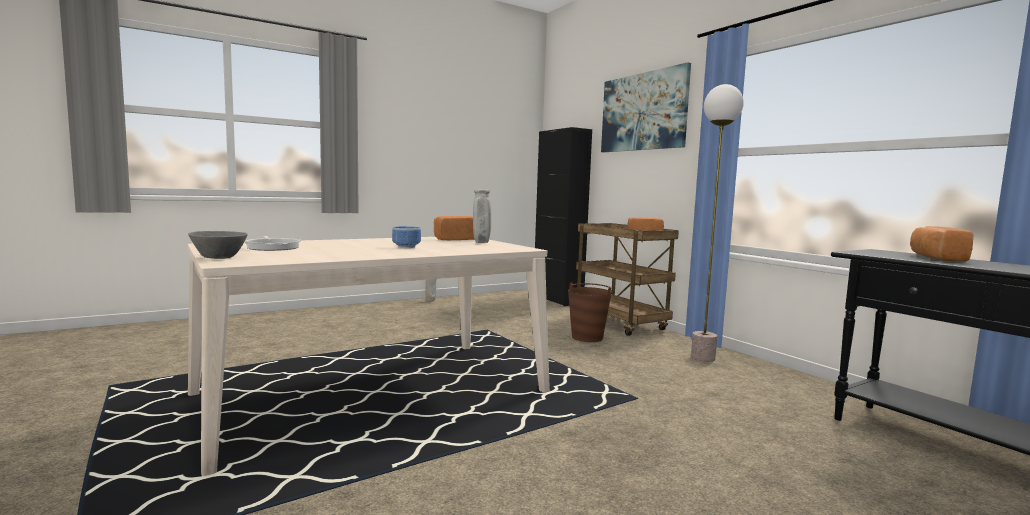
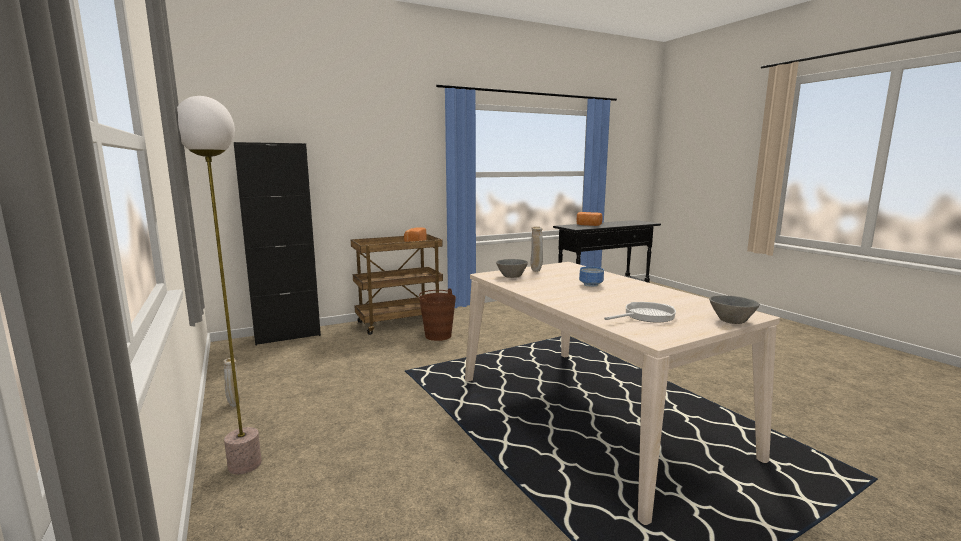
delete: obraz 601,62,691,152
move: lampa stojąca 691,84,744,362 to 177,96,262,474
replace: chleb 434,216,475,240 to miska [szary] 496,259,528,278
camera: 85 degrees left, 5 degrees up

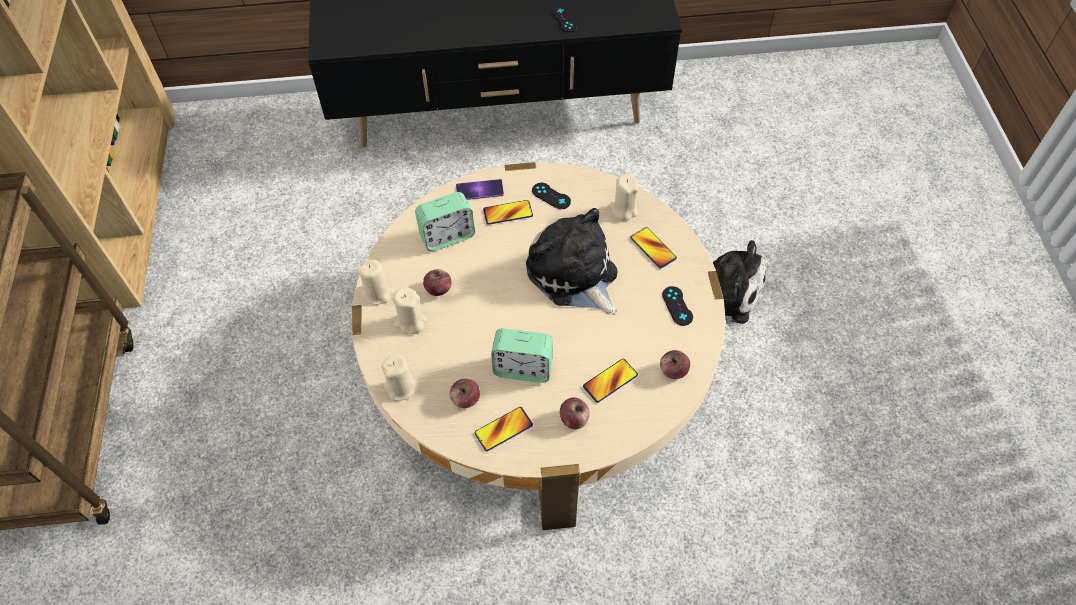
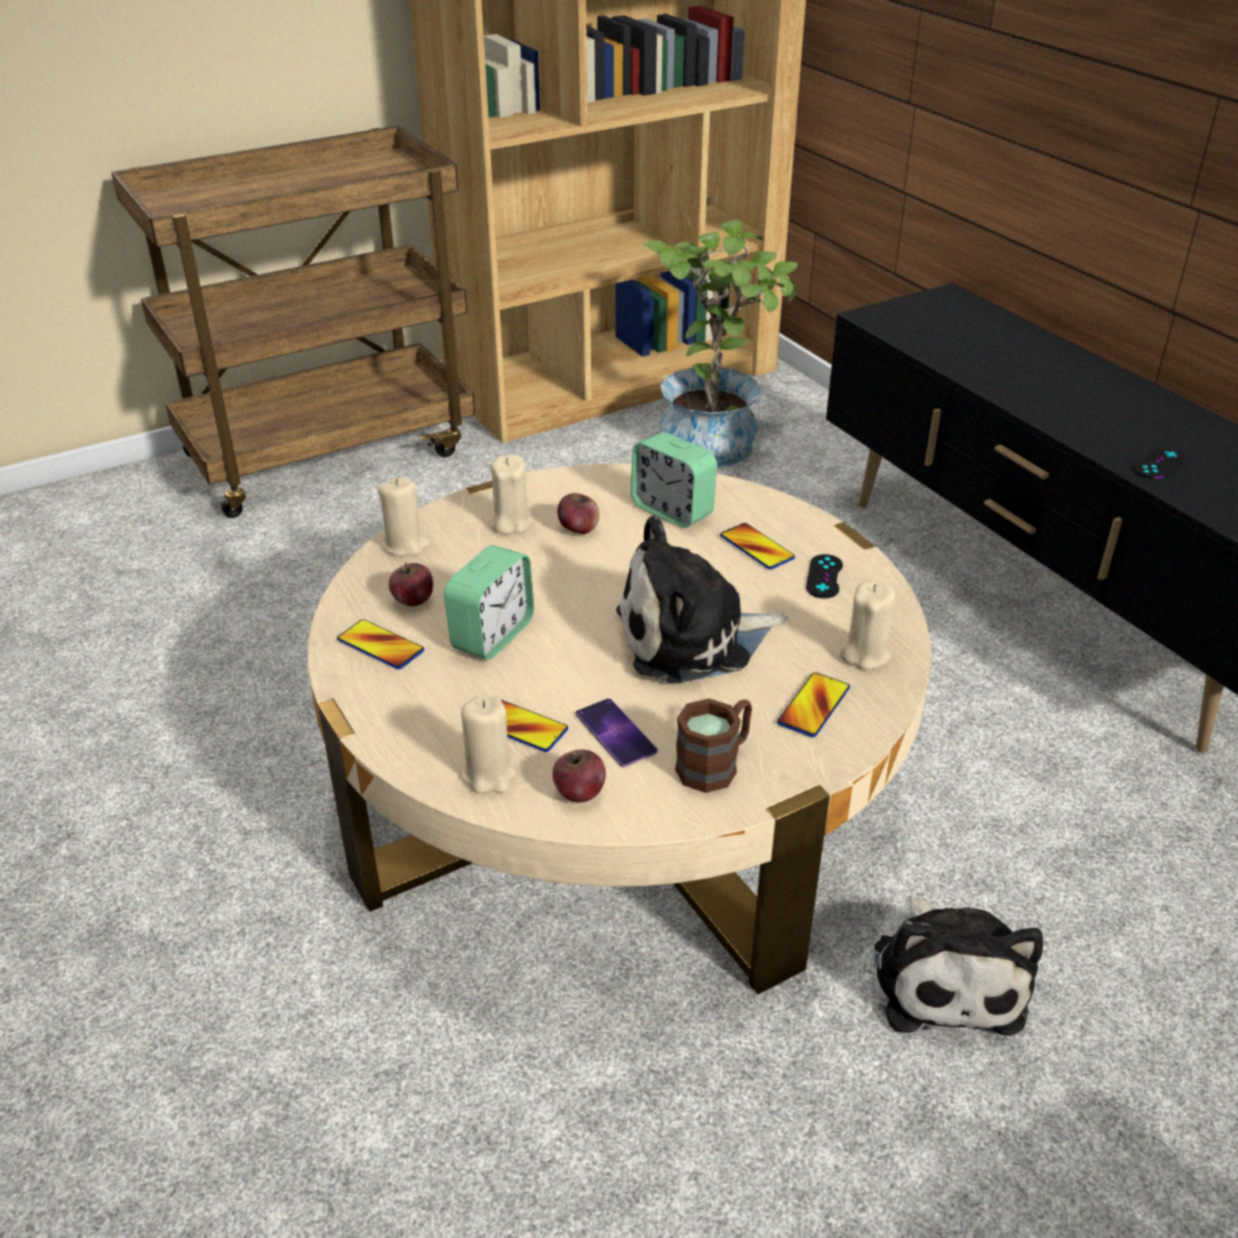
delete: jabłko 560,397,590,429
insert: roślina doniczkowa 643,220,798,467
move: świeca [beżowy] 357,260,394,305 to 461,696,517,794; telefon 456,179,504,200 to 576,699,658,767
replace: pad do gier [czarny] 662,286,693,326 to kubek [brązowy] 675,699,752,793
rotate: budzik 491,328,553,383 = 444,545,534,660 135 degrees counterclockwise; pluszak 526,208,618,315 = 616,515,788,683 135 degrees counterclockwise
camera: 65 degrees right, 20 degrees down

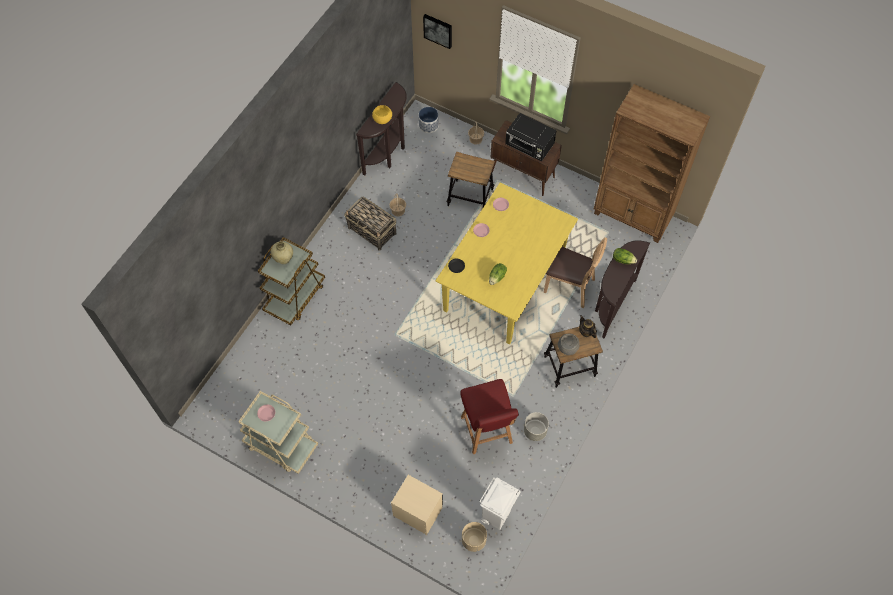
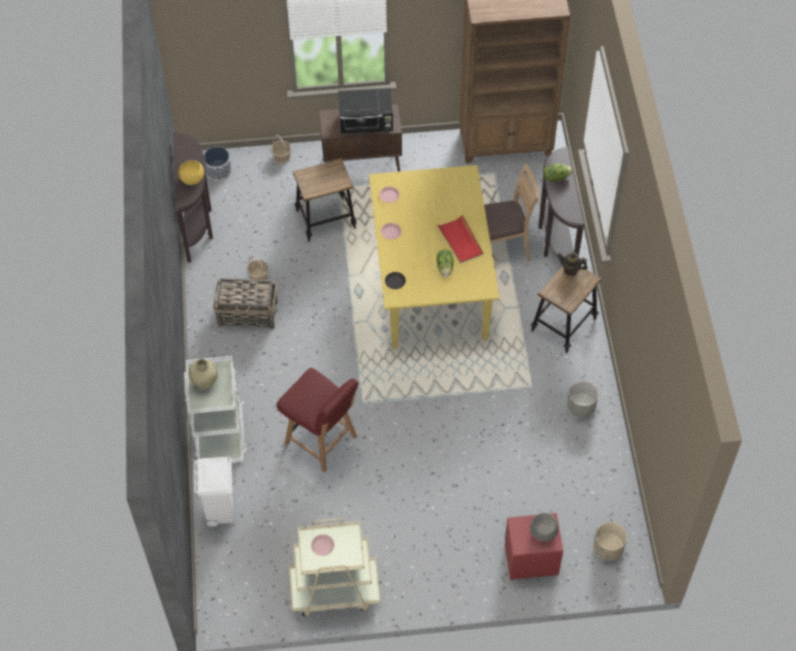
delete: obraz 423,14,452,49
insert: taca [czerwony] 437,215,483,263
move: kosz na śmieci [biały] 479,477,521,530 to 194,457,234,527; krzesło [czerwony] 460,379,519,454 to 277,368,359,473; miska [szary] 558,334,580,355 to 530,513,559,542
recolor: wózek [brązowy] 258,237,325,325 to wózek [biały] 184,356,247,463; szafka nocna [beżowy] 391,475,443,535 to szafka nocna [czerwony] 505,513,563,580
camera: 35 degrees left, 5 degrees down

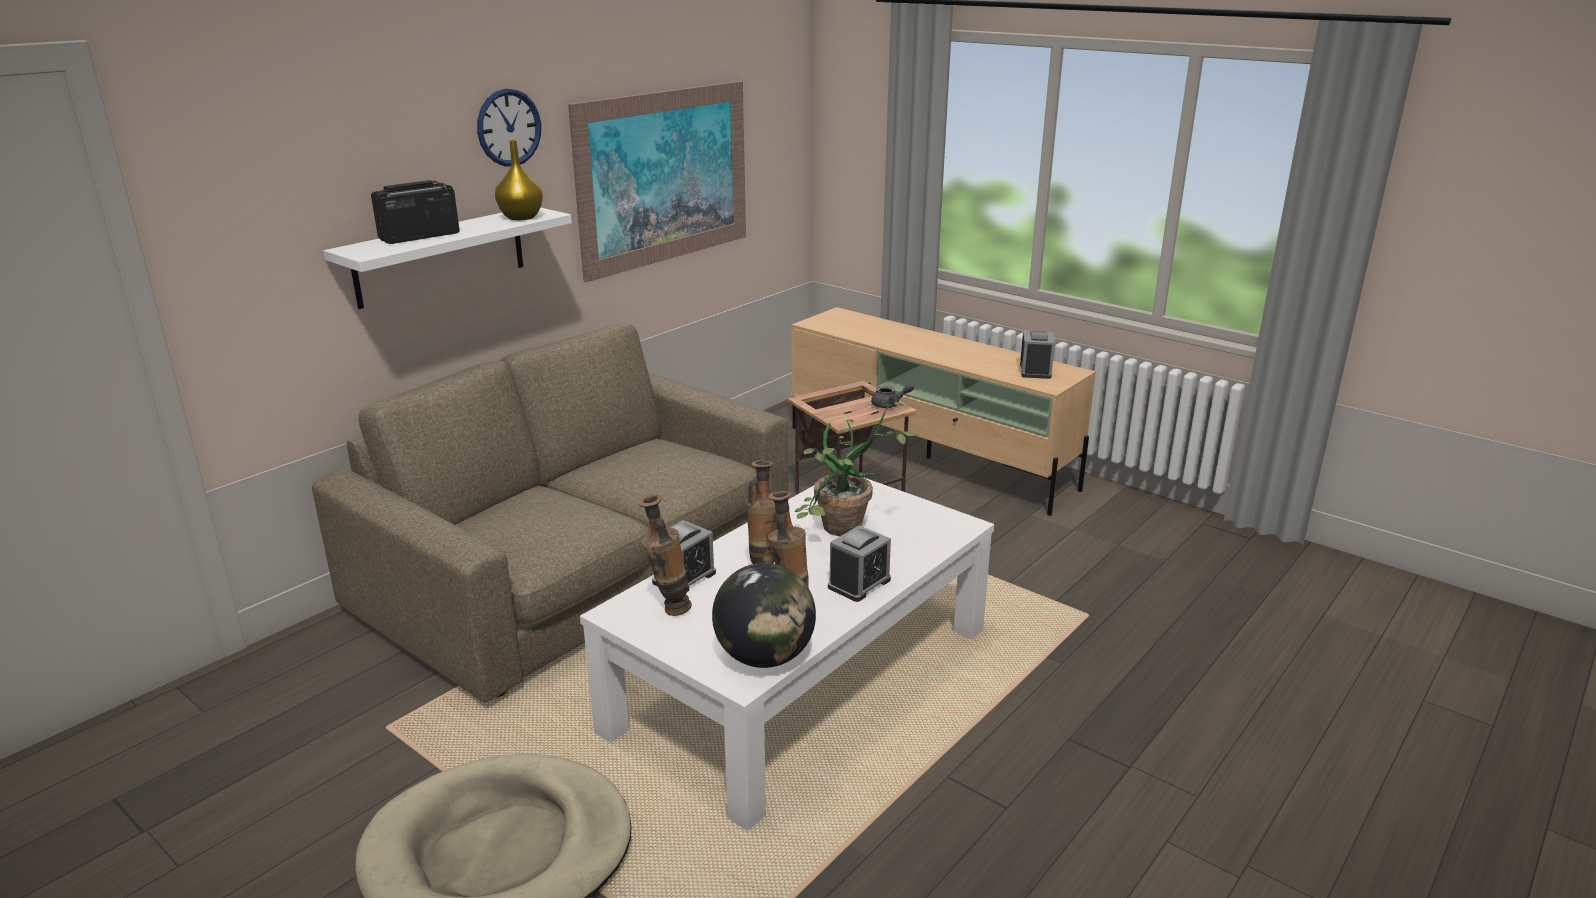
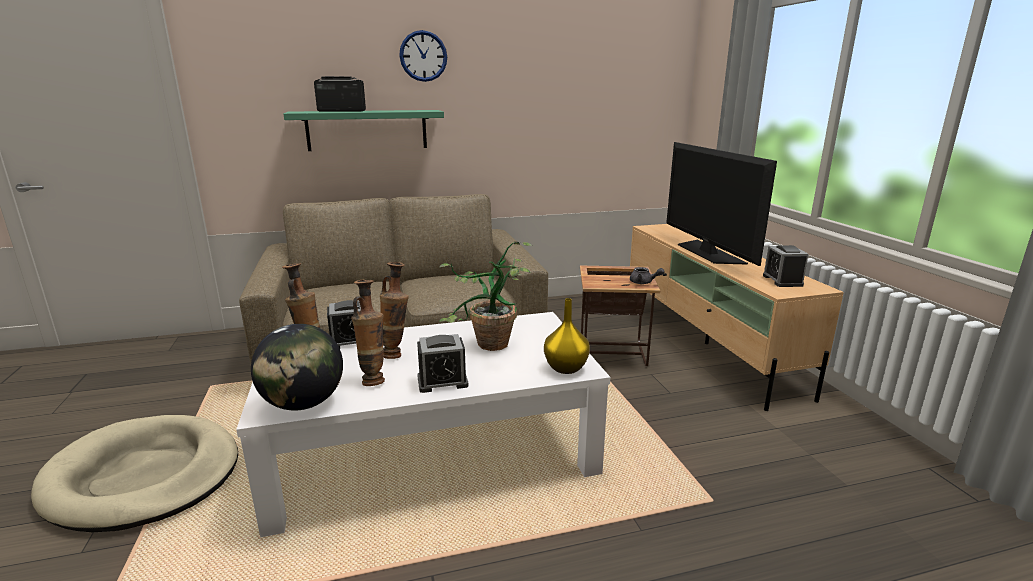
delete: obraz 568,81,746,282
insert: telewizor 666,142,777,266
move: wazon [żółty] 495,140,543,220 to 544,298,590,374
recolor: półka [biały] 324,208,572,309 to półka [zielony] 284,110,444,151
rotate: budzik 1020,331,1055,379 = 763,245,809,287 135 degrees clockwise
camera: 35 degrees right, 5 degrees down

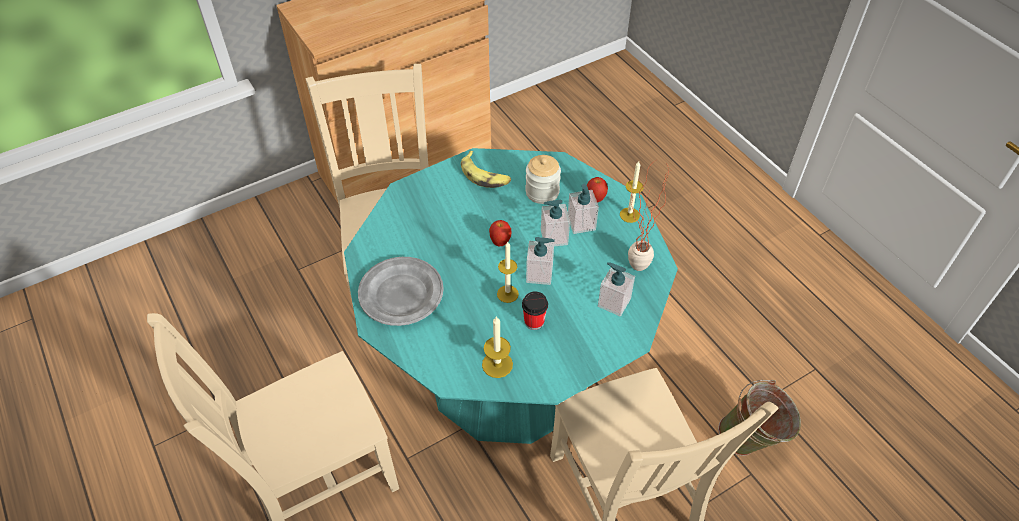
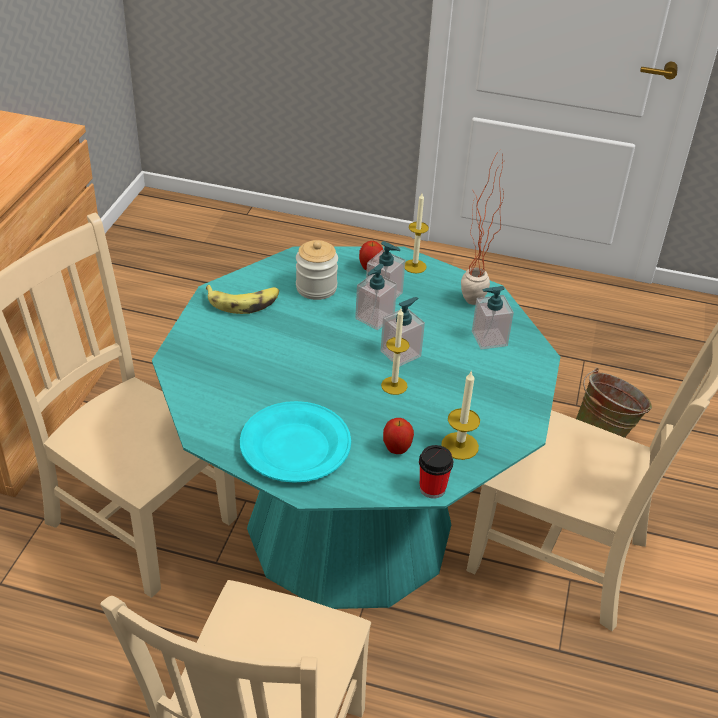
move: jabłko 489,220,511,247 to 383,418,414,454; filiżanka 522,291,548,330 to 419,445,453,499
recolor: talerz [szary] 358,257,444,326 to talerz [turkusowy] 240,401,351,483
camera: 45 degrees left, 10 degrees down

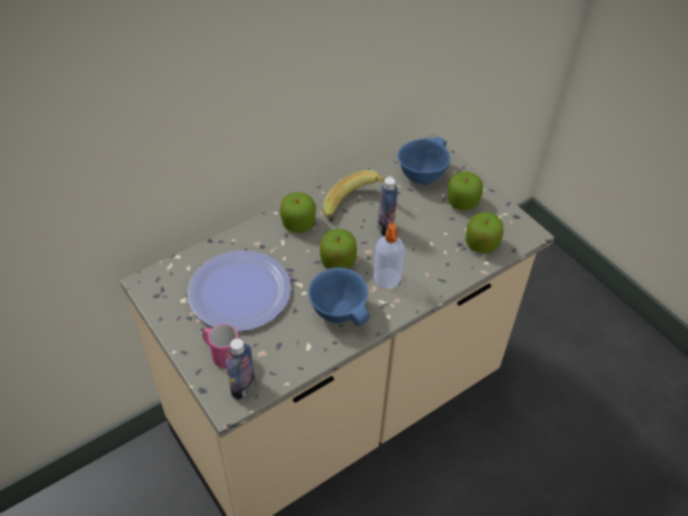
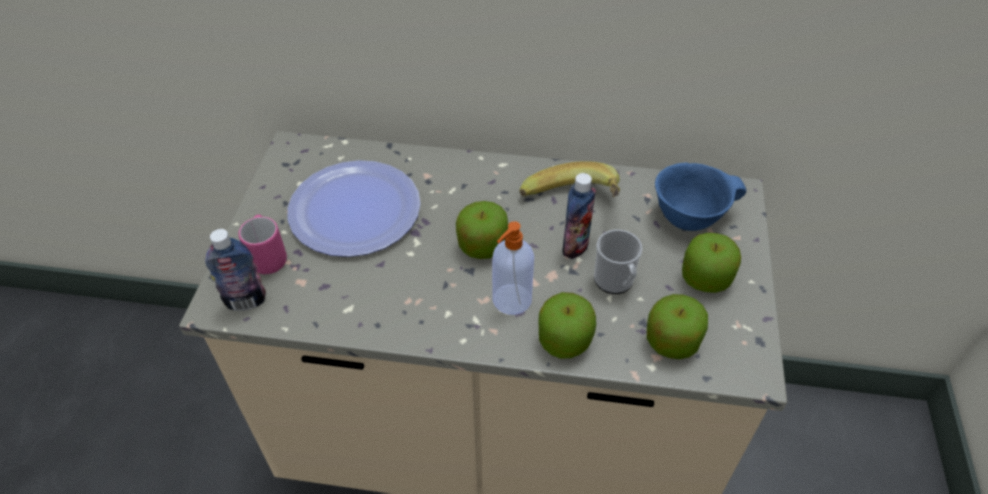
delete: miska [niebieski] 308,267,370,326
insert: kubek 594,229,643,294
move: jabłko 280,192,316,233 to 538,292,596,359
camera: 45 degrees right, 0 degrees up

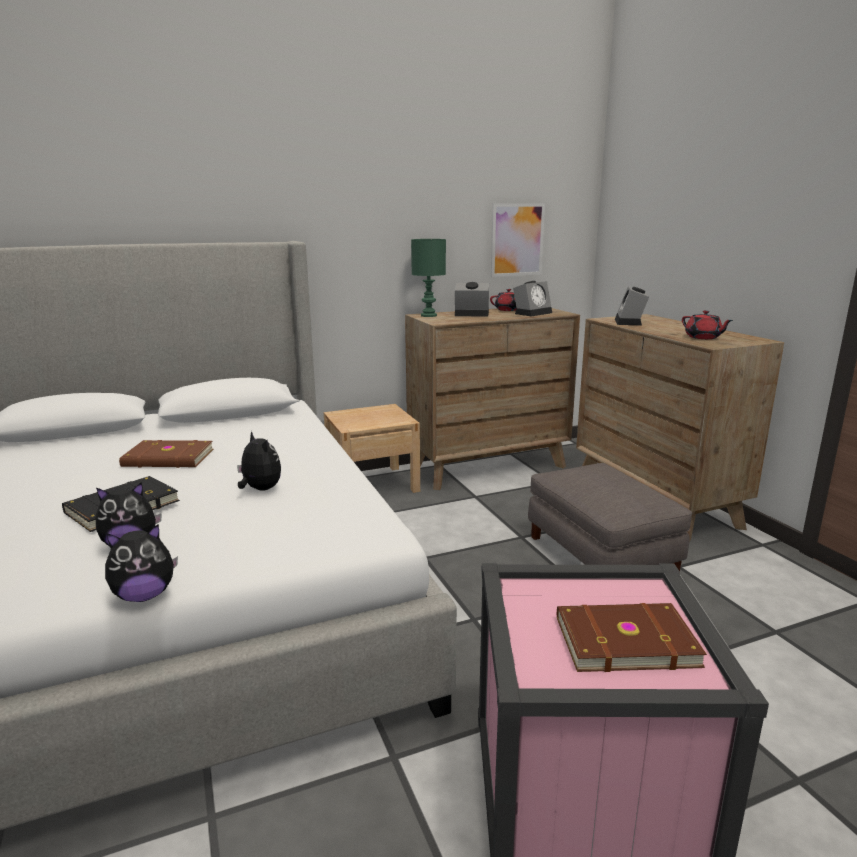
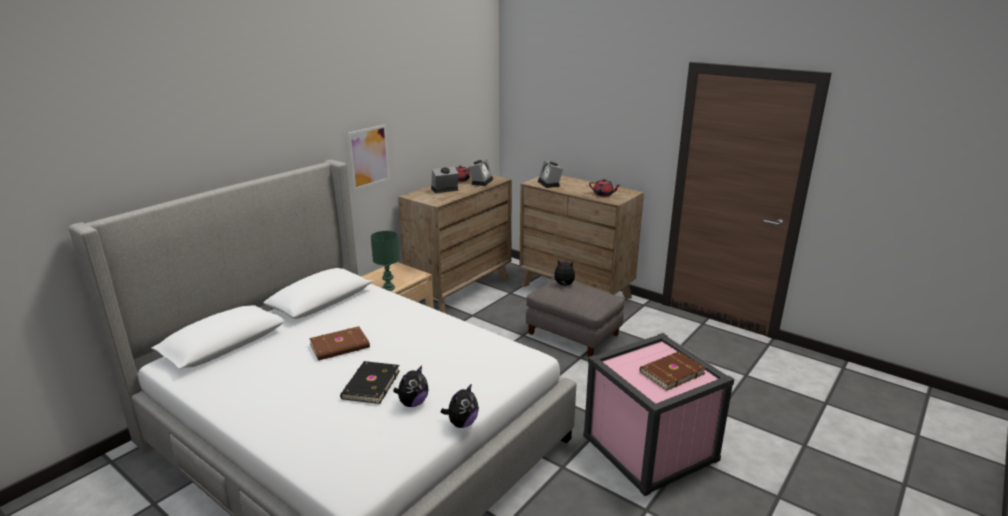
move: obraz 491,203,545,277 to 348,125,390,190; lampa stołowa [zielony] 411,239,446,317 to 371,231,400,291; pluszak 237,431,281,491 to 551,260,575,286
camera: 30 degrees left, 5 degrees up

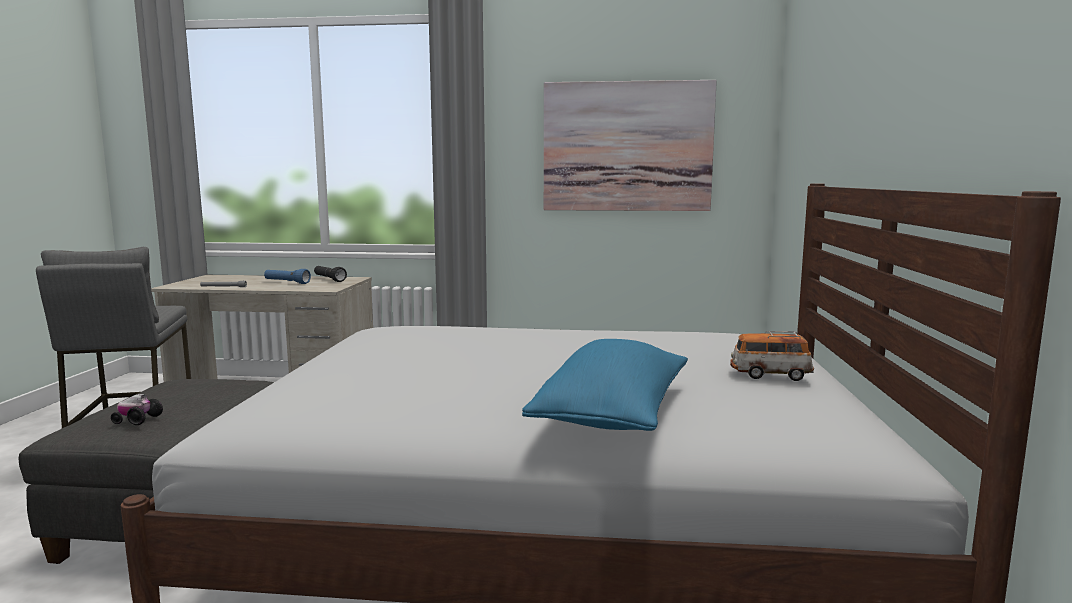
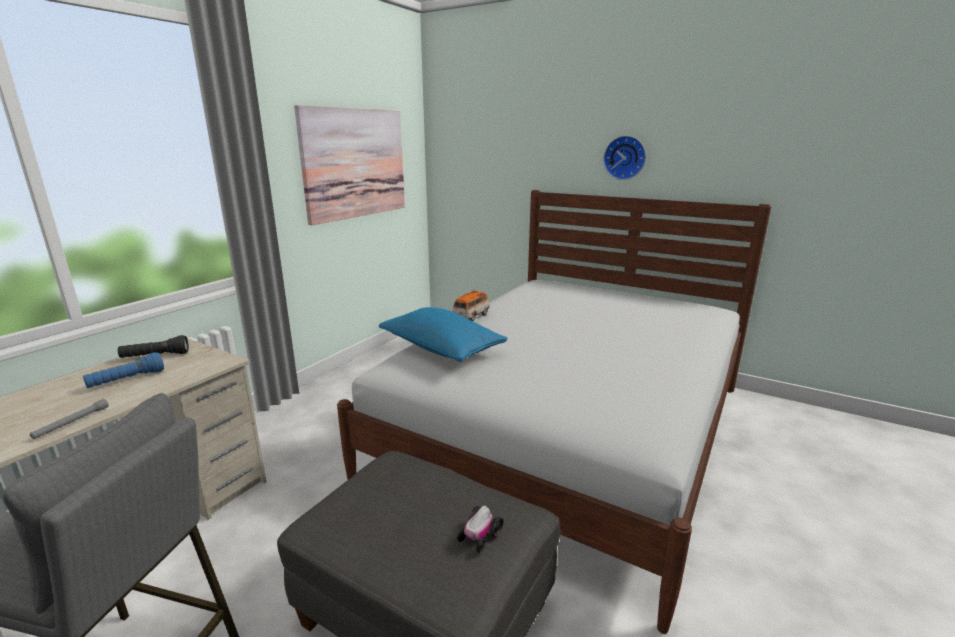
insert: zegar ścienny 603,136,646,180
move: poduszka [niebieski] 522,339,688,431 to 379,307,508,362; samochodzik 730,331,814,381 to 452,290,490,321
camera: 65 degrees left, 10 degrees up

